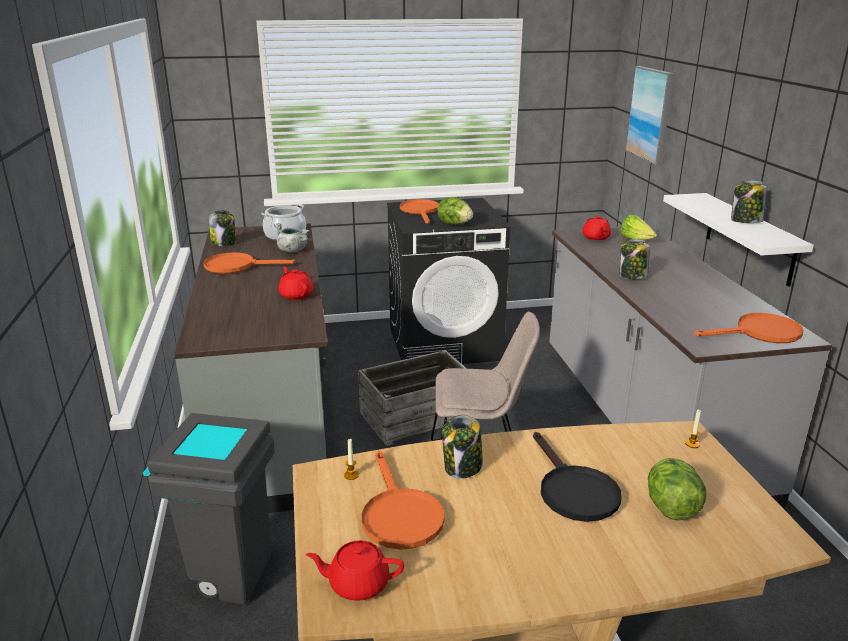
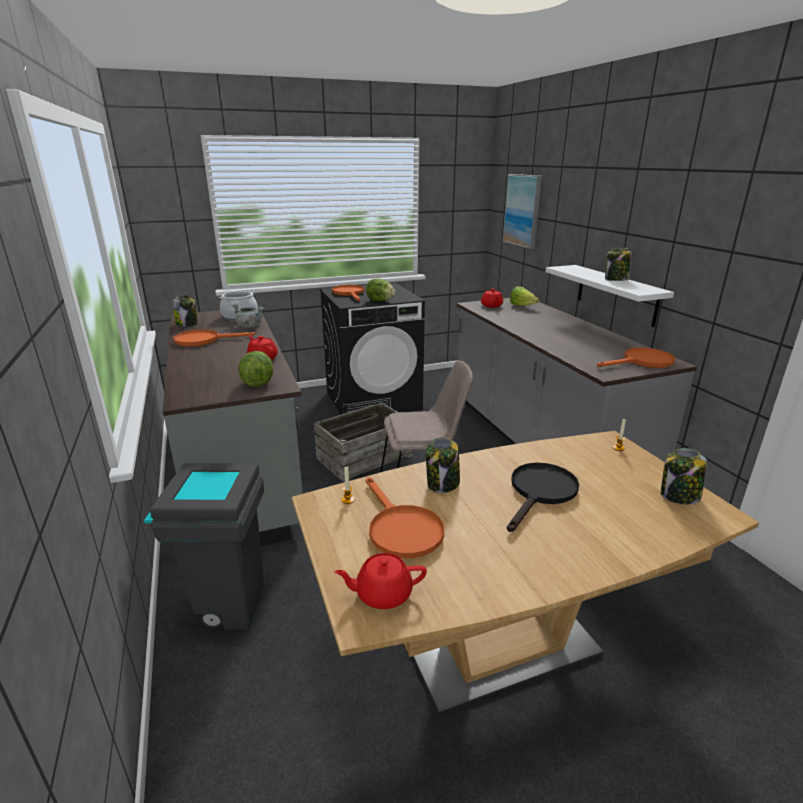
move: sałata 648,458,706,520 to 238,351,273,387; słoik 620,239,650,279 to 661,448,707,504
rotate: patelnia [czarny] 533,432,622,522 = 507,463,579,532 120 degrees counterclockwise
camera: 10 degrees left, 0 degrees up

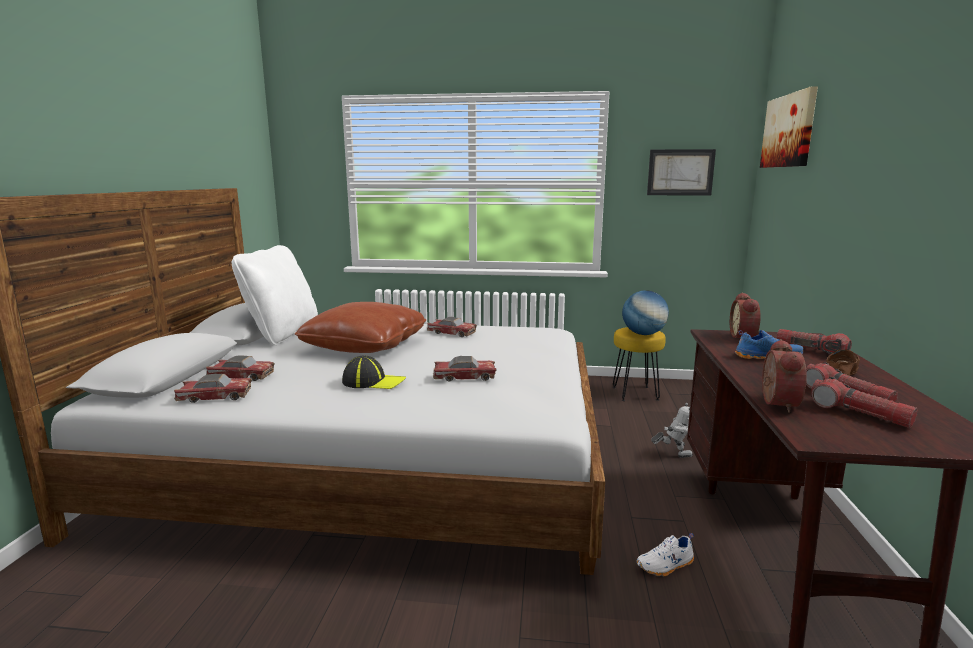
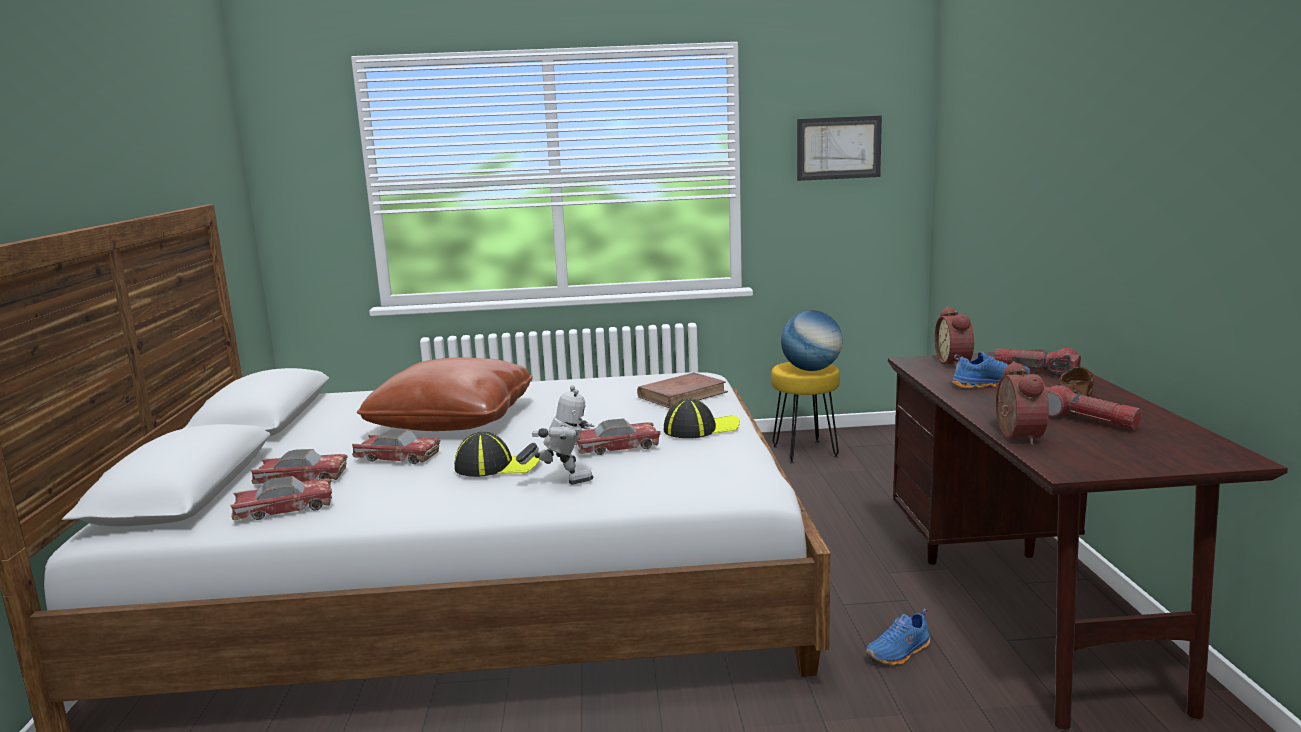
delete: poduszka [biały] 232,245,318,345; obraz 760,86,818,168; latarka 811,377,918,428
insert: książka [brązowy] 637,372,728,408; czapka z daszkiem 664,398,740,438
move: samochodzik 427,317,477,337 to 352,429,440,464; robot zabawkowy 651,403,693,458 to 516,385,594,484
recolor: but [biały] 637,533,694,576 to but [niebieski] 865,609,930,665
camera: 10 degrees left, 0 degrees up

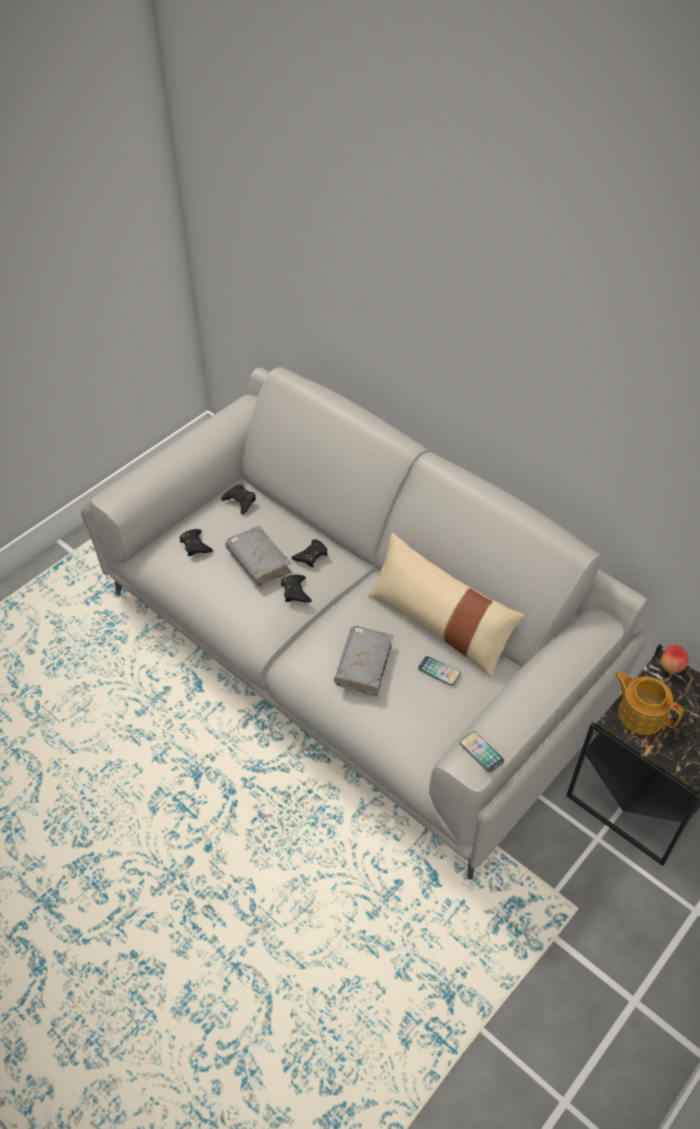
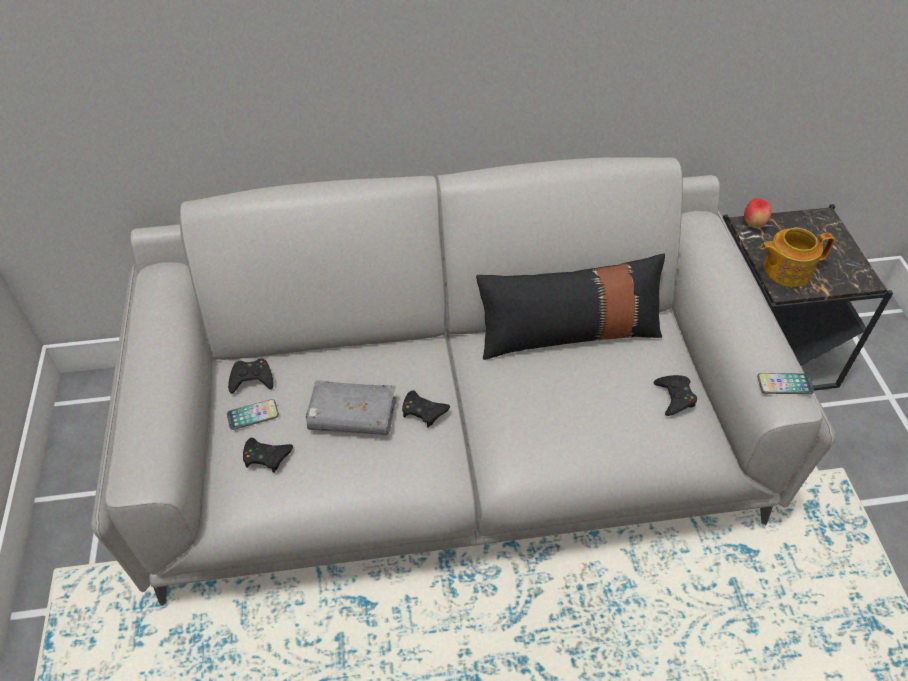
delete: książka [szary] 334,626,393,697
move: telefon 418,656,461,686 to 227,399,279,430; pad do gier [czarny] 291,539,327,568 to 653,375,697,416
recolor: poduszka [beżowy] 368,533,524,678 to poduszka [czarny] 476,254,665,360
camera: 50 degrees left, 0 degrees up

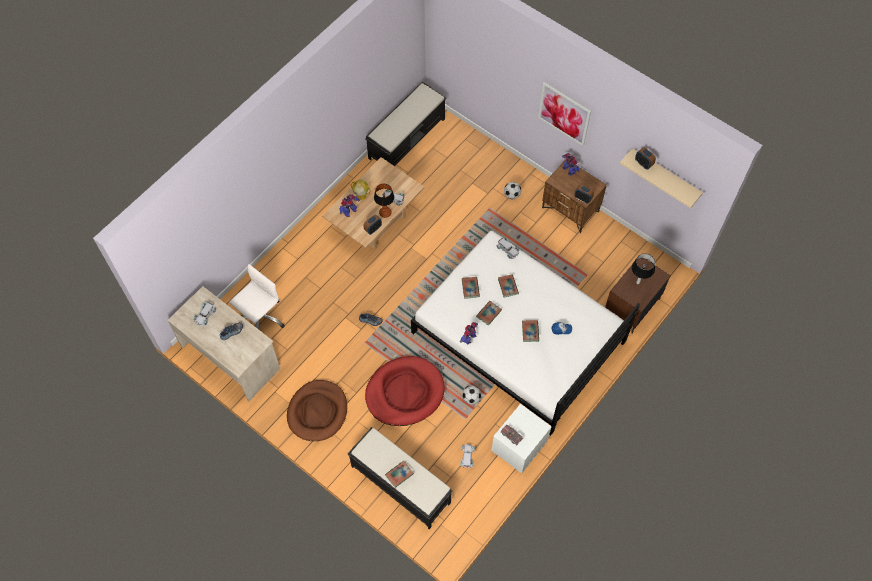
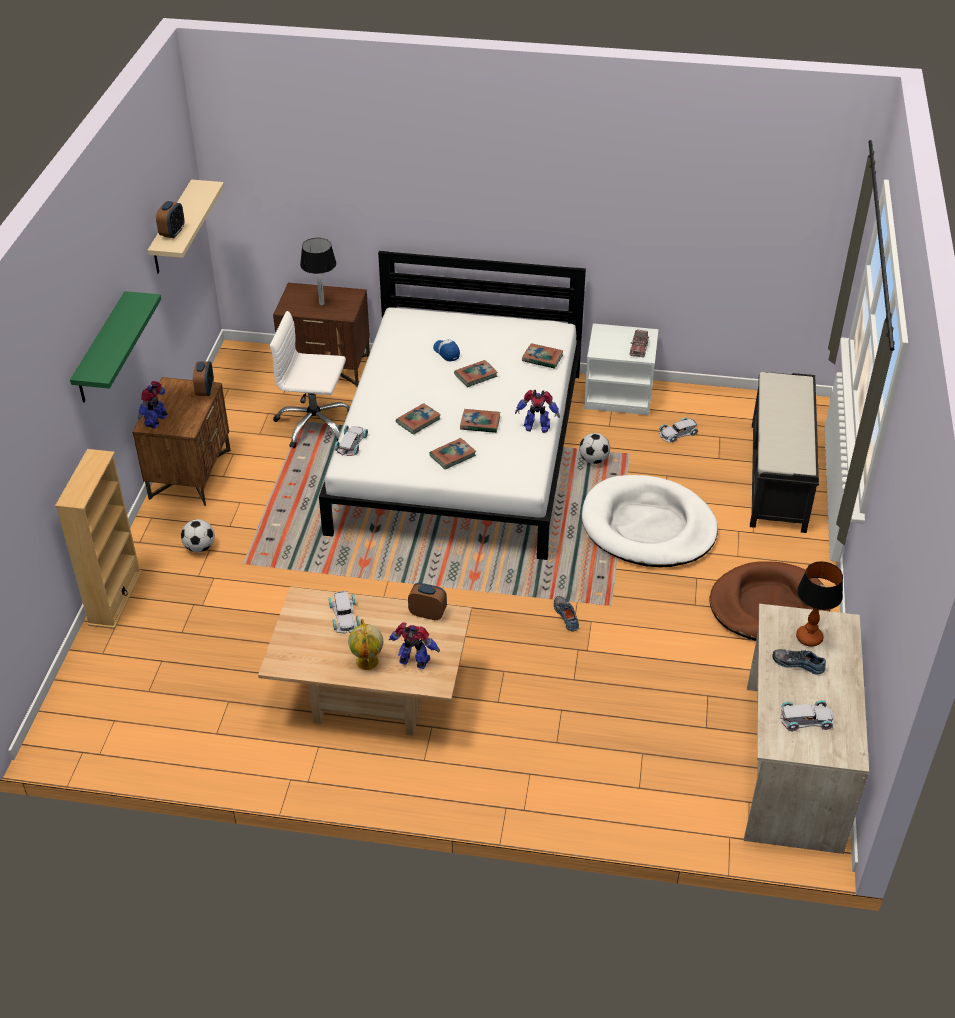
delete: ławka [czarny] 365,81,446,166
insert: regał [beżowy] 55,449,142,629
move: krzesło biurowe [biały] 229,264,285,329 to 270,311,350,448; książka 385,461,414,488 to 522,343,563,369; lampa stołowa 374,184,394,218 to 796,561,843,647
replace: obraz 538,82,591,146 to półka [zielony] 70,291,161,403
recolor: legowisko [czerwony] 365,356,445,426 to legowisko [biały] 582,475,718,568
camera: 120 degrees left, 20 degrees down

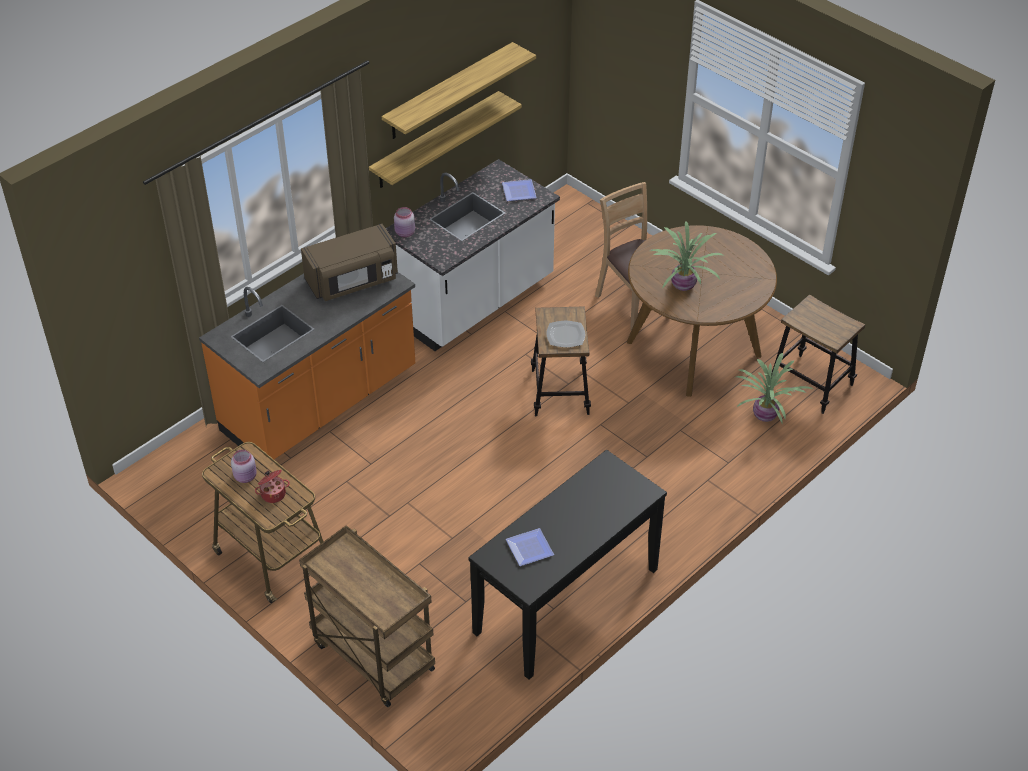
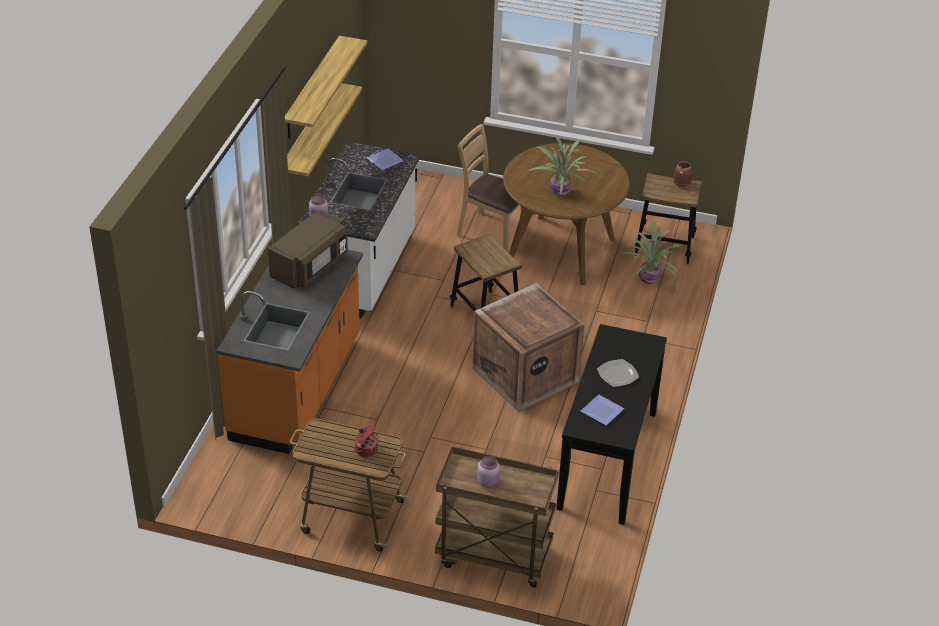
insert: skrzynka 472,283,584,412; słoik [brązowy] 674,161,693,187
move: słoik [różowy] 231,450,257,483 to 477,456,500,488; talerz 546,320,585,347 to 597,359,639,387
camera: 30 degrees left, 5 degrees down

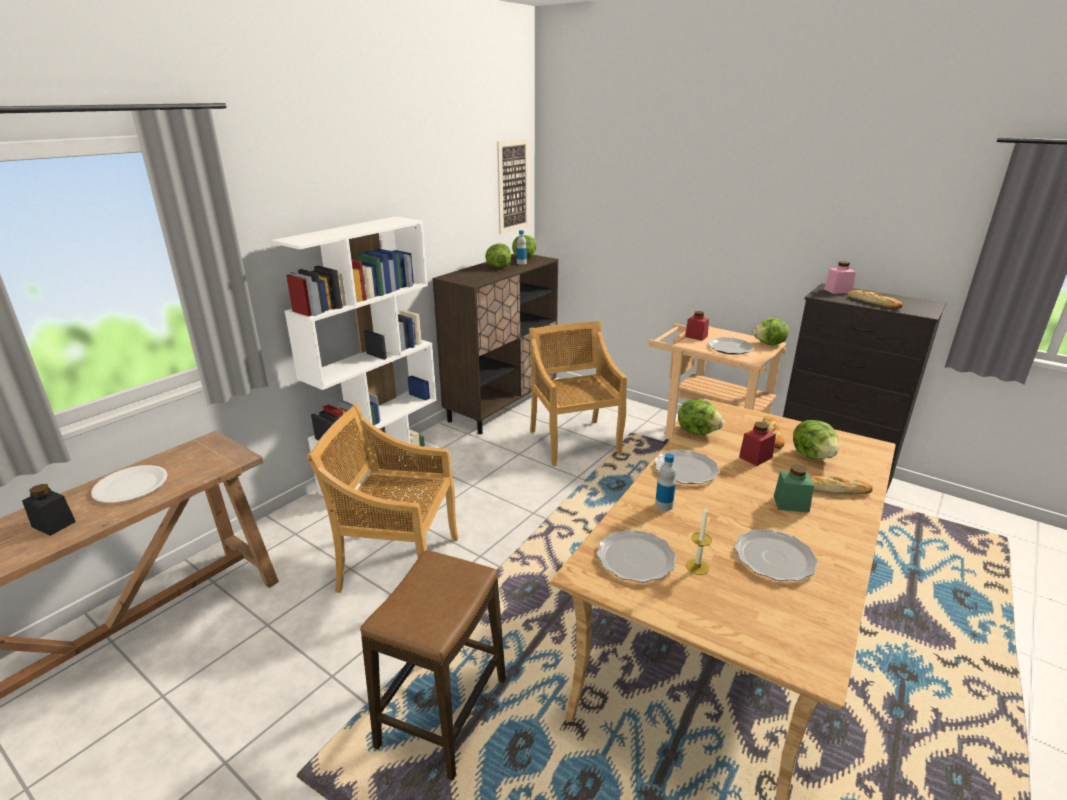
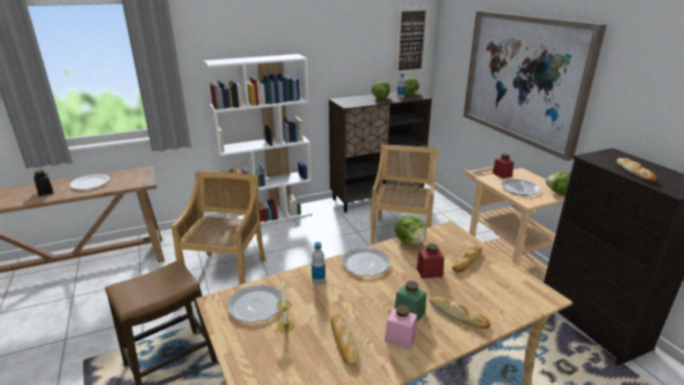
delete: sałata 793,420,839,459
insert: obraz 463,11,607,161
move: słoik [różowy] 824,261,856,294 to 384,305,417,350
replace: talerz 734,529,818,581 to chleb 331,314,359,367
rotate: krzesło [beżowy] 306,403,458,593 = 171,171,265,285 60 degrees clockwise
camera: 30 degrees right, 0 degrees up

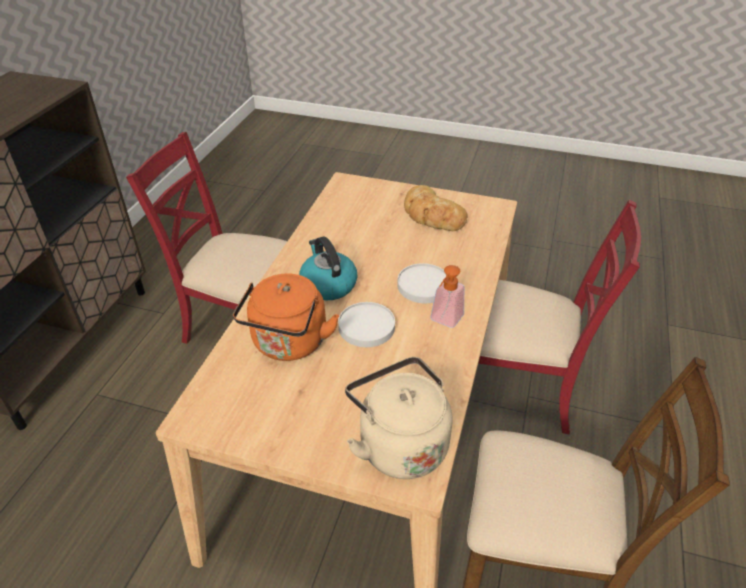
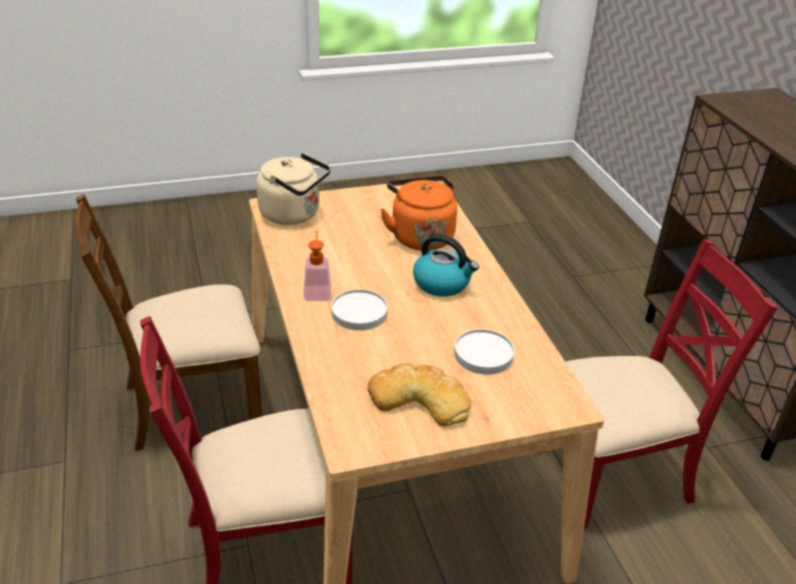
move: talerz [biały] 338,302,395,347 to 454,329,514,374
camera: 145 degrees right, 5 degrees down

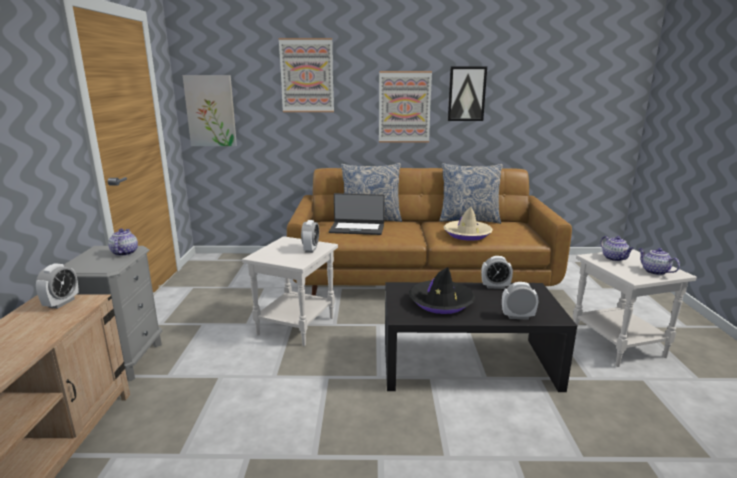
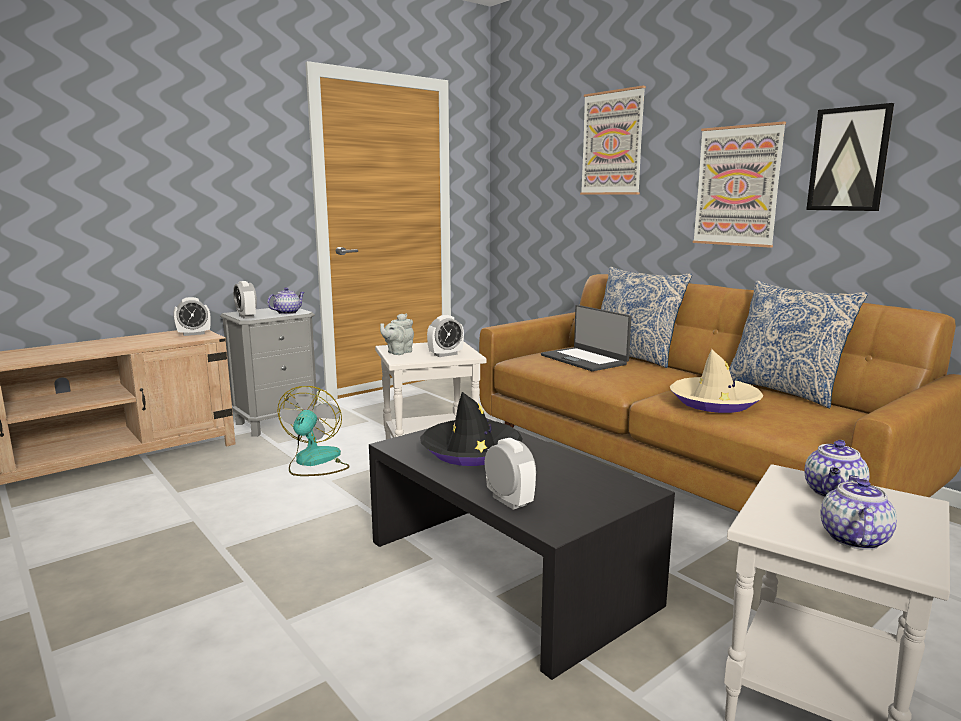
delete: obraz 183,75,237,146
insert: wentylator 277,386,350,476; imbryk [szary] 380,313,414,355
move: budzik 481,256,513,289 to 233,281,257,319
camera: 50 degrees right, 5 degrees down

